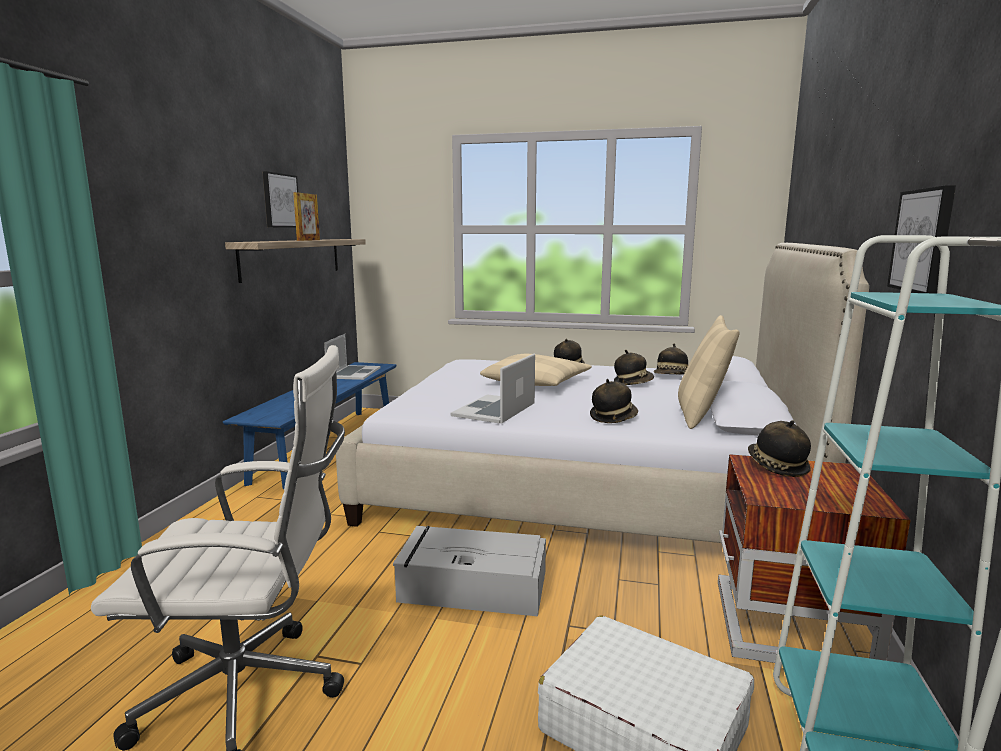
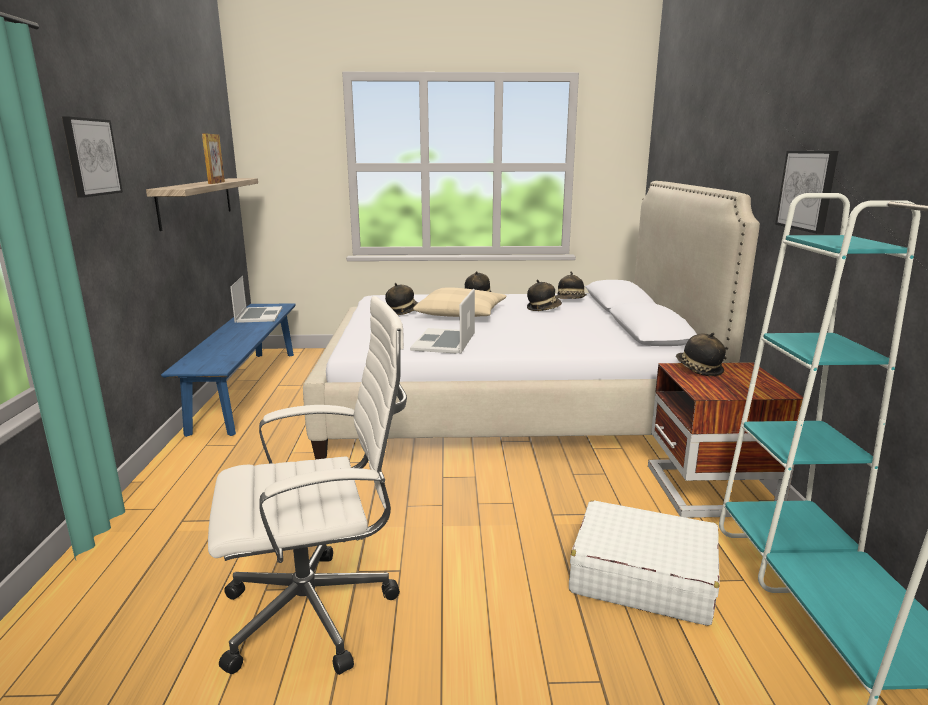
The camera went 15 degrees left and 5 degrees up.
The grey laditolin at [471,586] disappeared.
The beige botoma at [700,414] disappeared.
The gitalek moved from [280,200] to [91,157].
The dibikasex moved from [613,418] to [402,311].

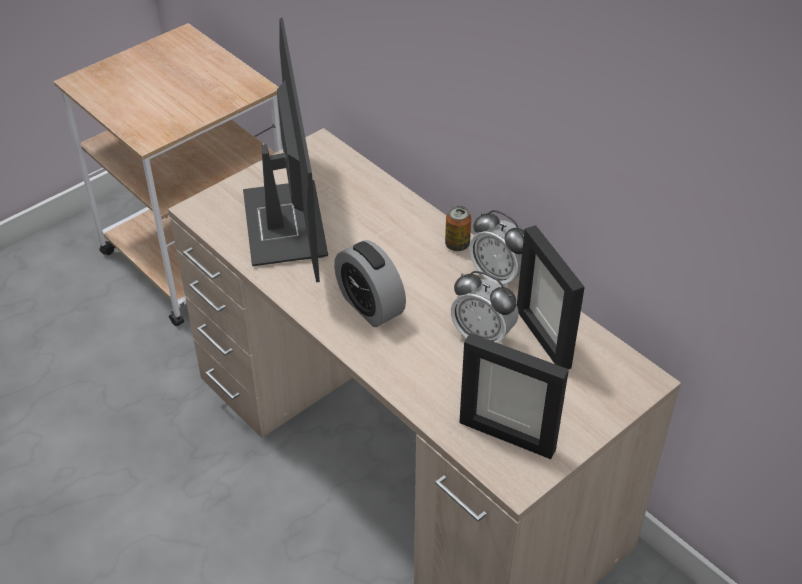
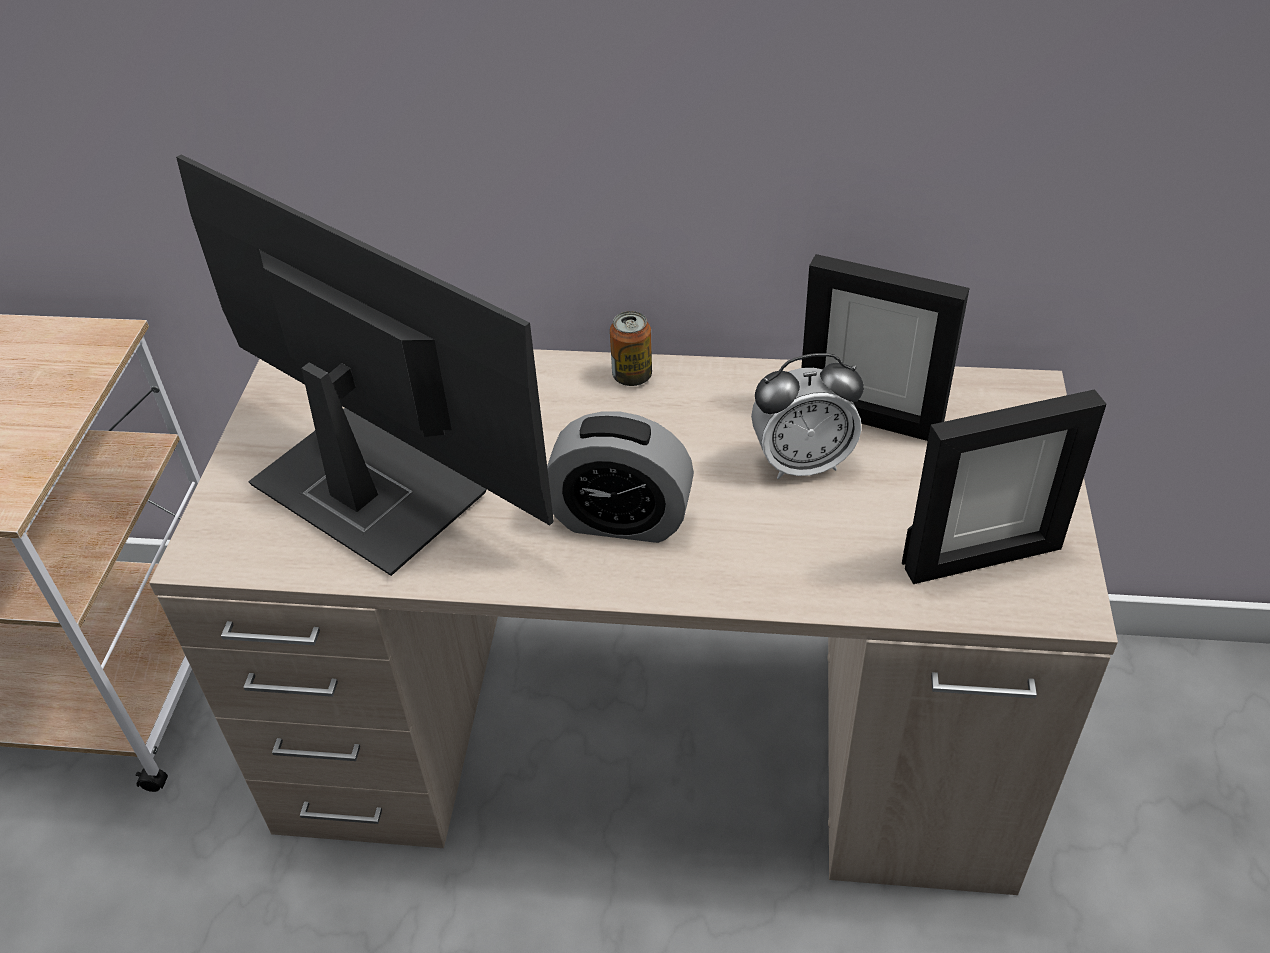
The camera went 40 degrees left and 0 degrees up.
The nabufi at [498,276] disappeared.

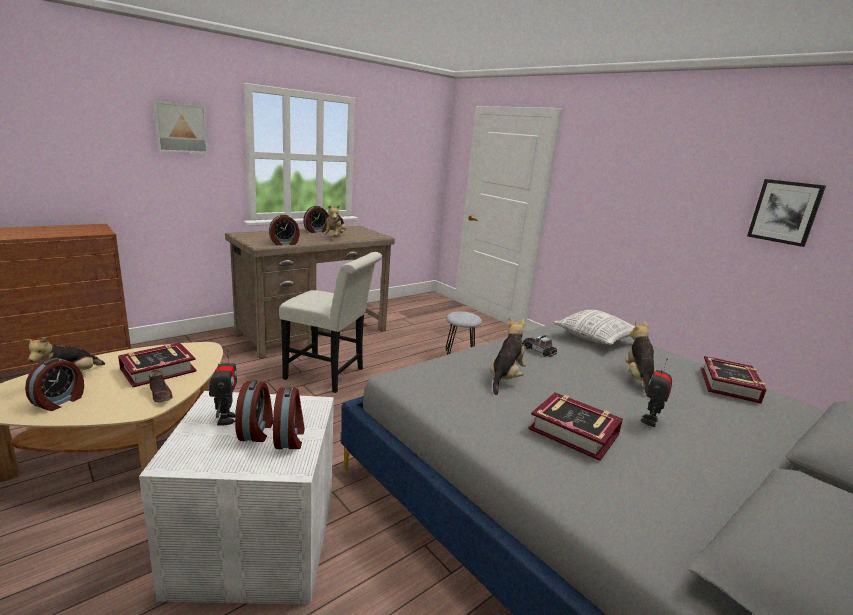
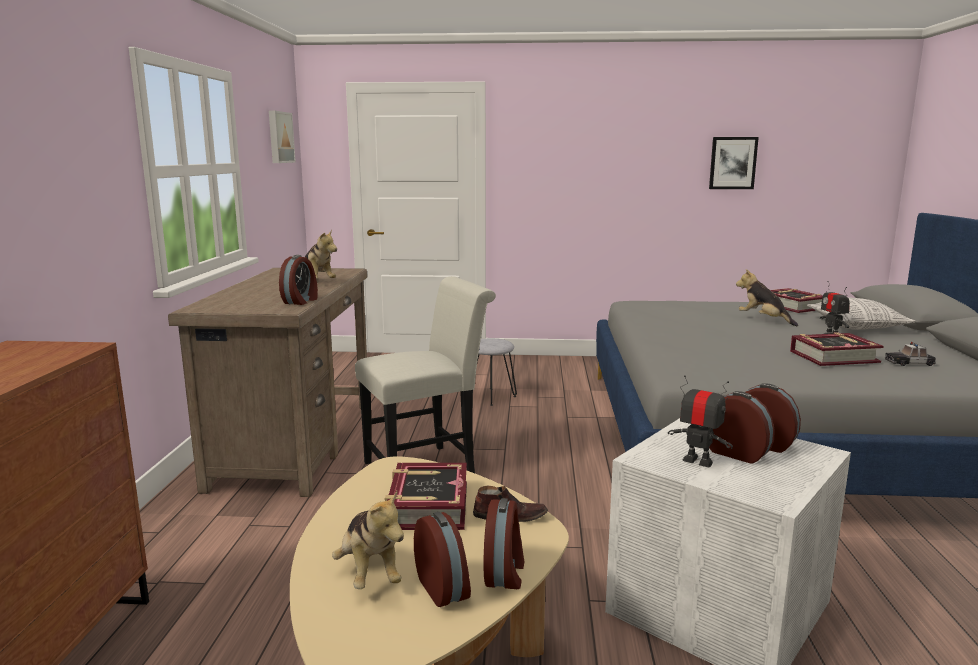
The camera went 45 degrees left and 5 degrees down.
The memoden at [505,378] disappeared.
The gitalek moved from [180,128] to [279,137].
The nabufi moved from [317,231] to [505,573].
The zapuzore moved from [539,350] to [909,362].
The botoma moved from [595,337] to [857,326].

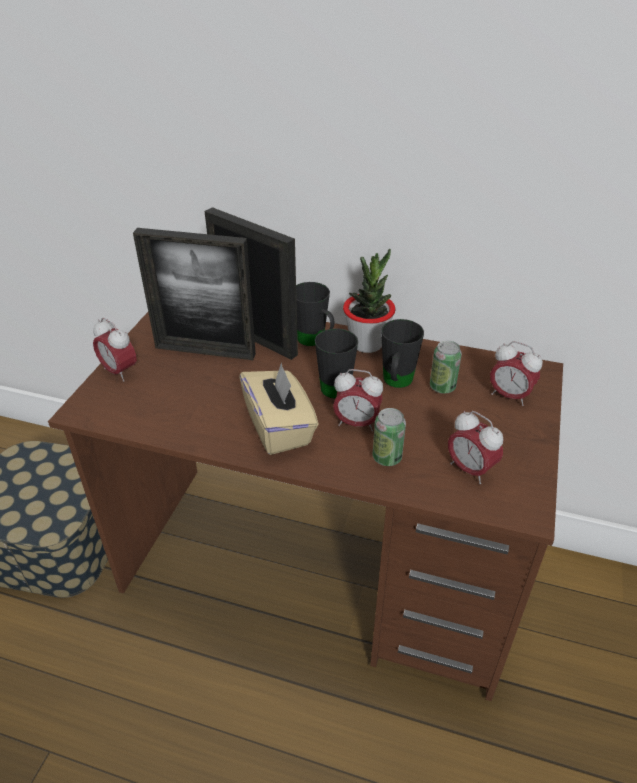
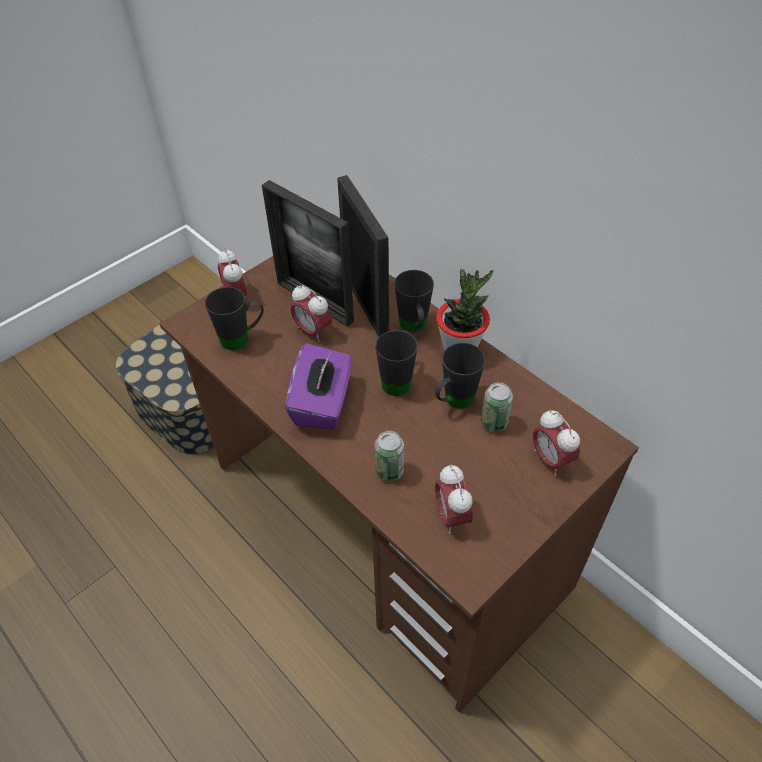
The camera went 30 degrees right and 10 degrees up.
The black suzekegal at [242,338] appeared.
The nabufi moved from [356,423] to [313,331].
The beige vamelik at [279,428] became the purple vamelik at [322,403].

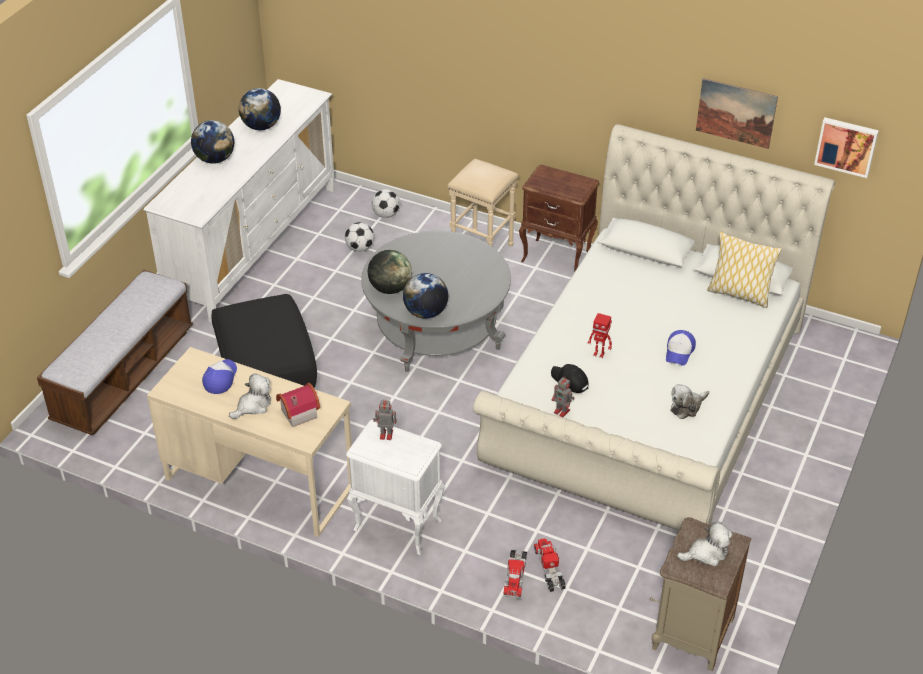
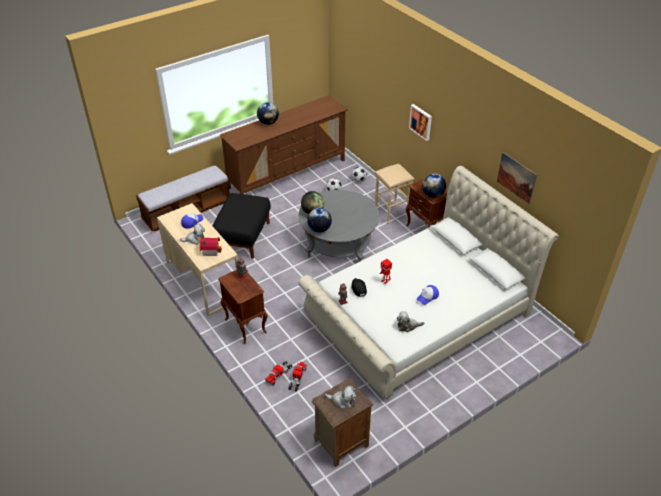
The camera went 30 degrees right and 0 degrees up.
The botoma at [739,294] disappeared.
The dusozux moved from [261,126] to [433,195].
The gitalek moved from [846,146] to [421,122].
The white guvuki at [254,245] became the brown guvuki at [287,173].
The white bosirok at [396,525] became the brown bosirok at [245,326].

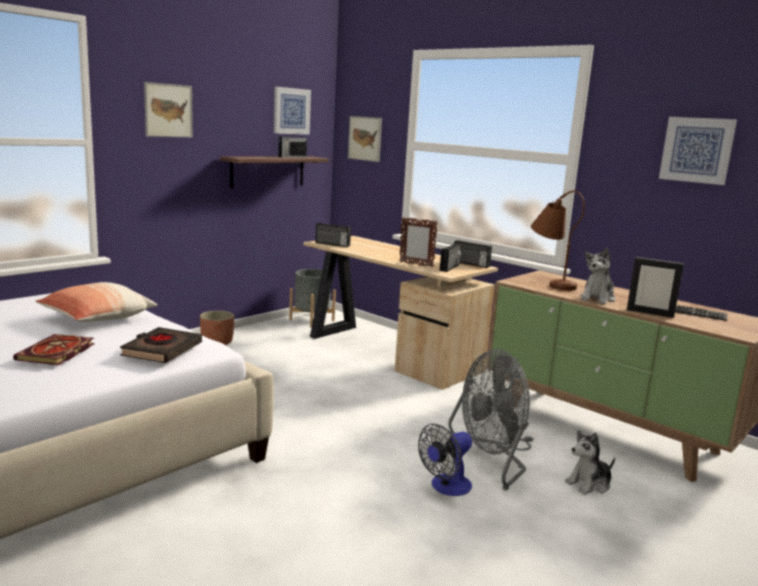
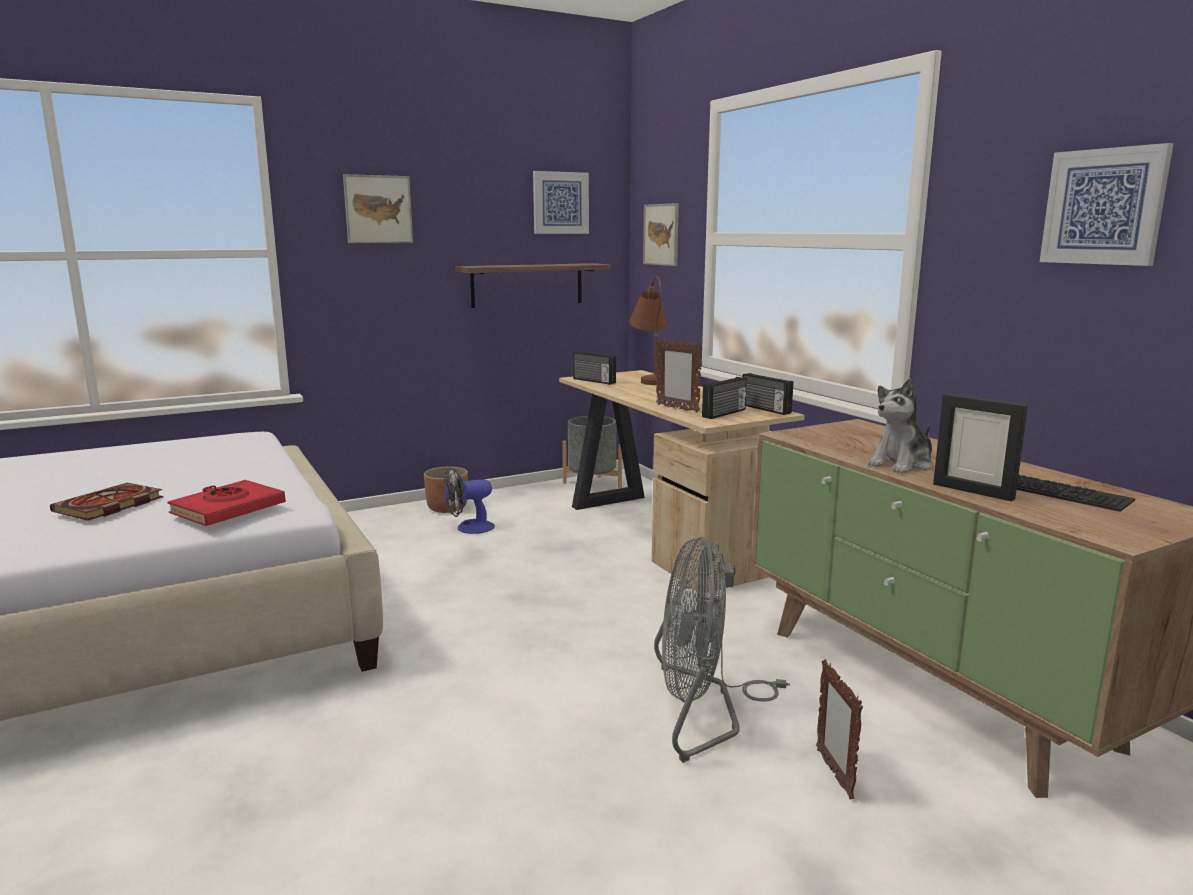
The camera went 20 degrees right and 0 degrees up.
The botoma at [97,318] disappeared.
The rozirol at [292,157] disappeared.
The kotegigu moved from [446,487] to [469,528].
The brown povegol moved from [550,282] to [651,379].
The memoden at [589,484] was replaced by the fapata at [834,773].
The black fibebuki at [162,350] became the red fibebuki at [228,509].

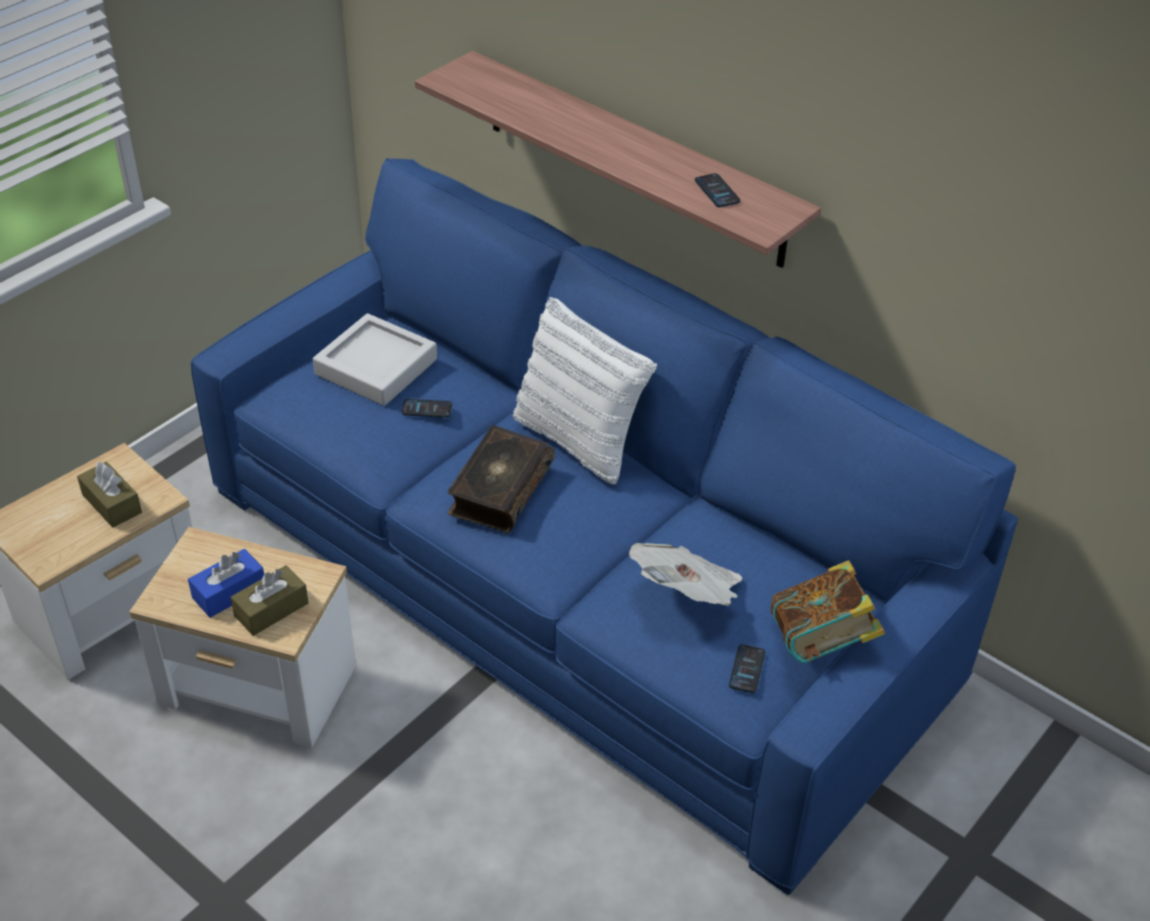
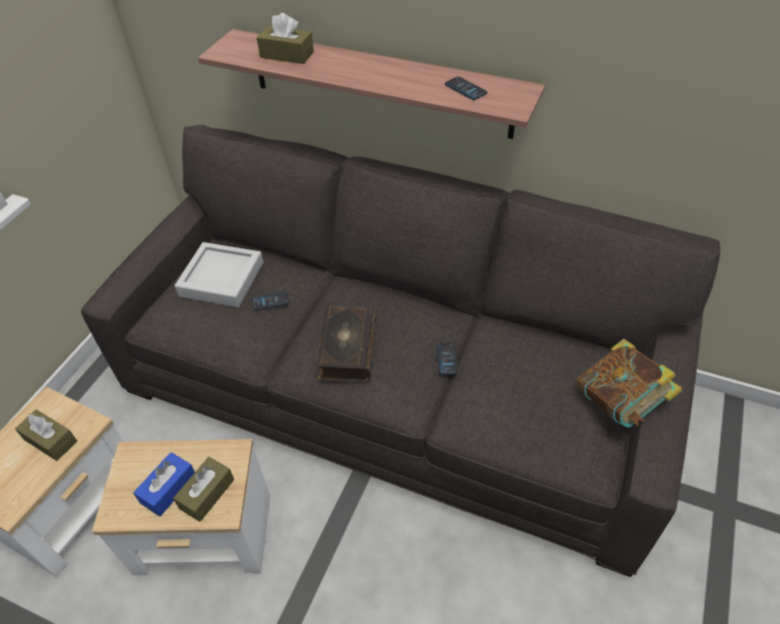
The camera went 15 degrees left and 5 degrees up.
The white botoma at [579,443] disappeared.
The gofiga at [687,593] disappeared.
The brown vamelik at [287,55] appeared.
The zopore moved from [747,669] to [446,359].
The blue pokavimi at [574,582] became the grey pokavimi at [394,387].

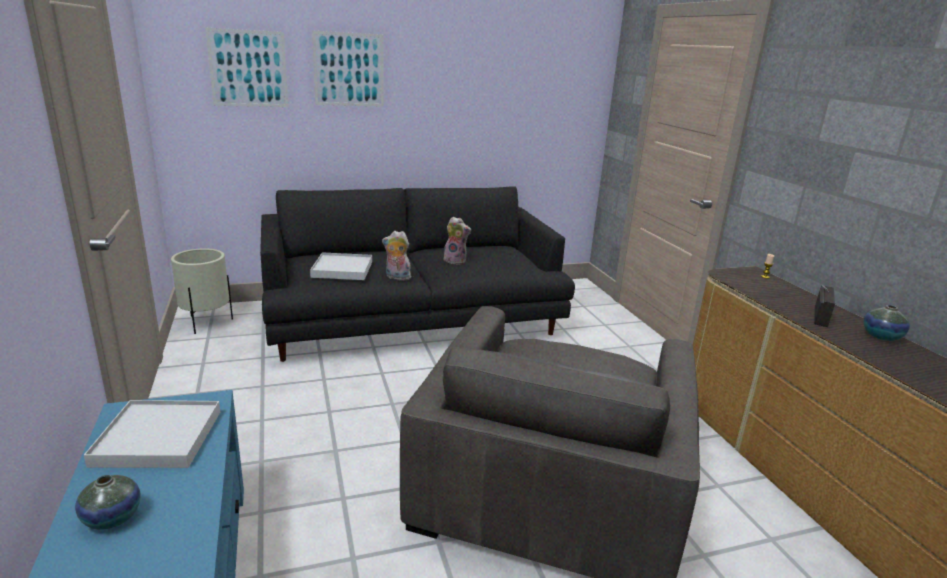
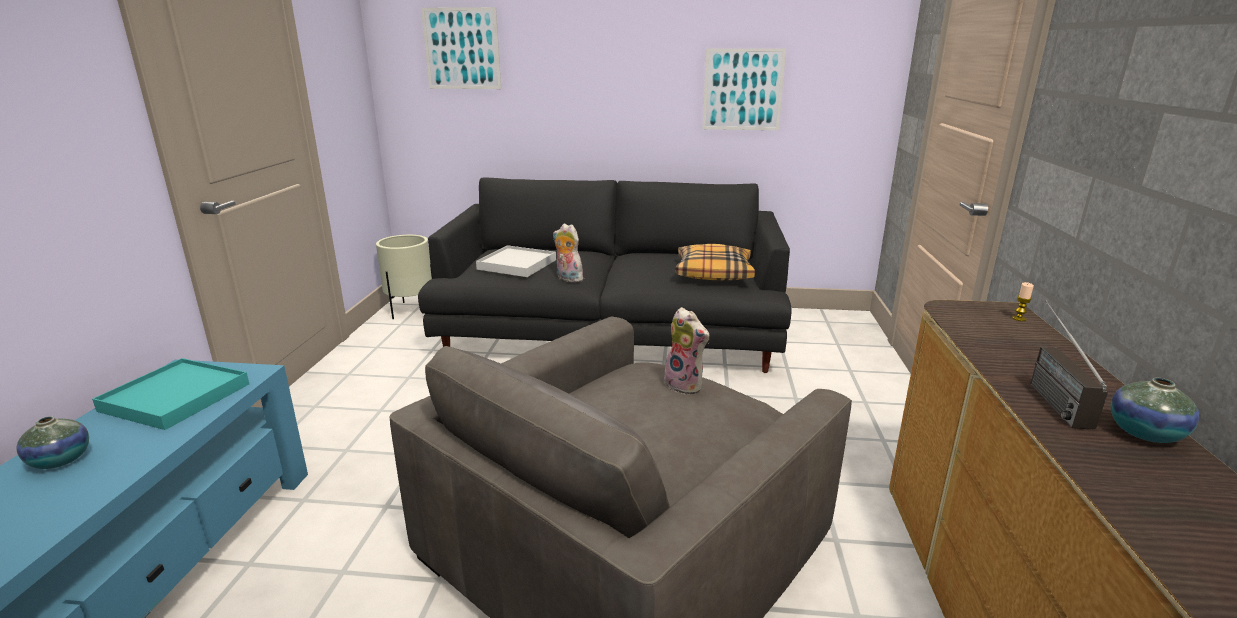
The camera went 25 degrees right and 0 degrees up.
The botoma at [713,273] appeared.
The gitalek moved from [349,69] to [743,89].
The memoden moved from [456,261] to [686,385].
The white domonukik at [159,437] became the turquoise domonukik at [176,397].
The rozirol at [822,322] turned 135 degrees clockwise.

